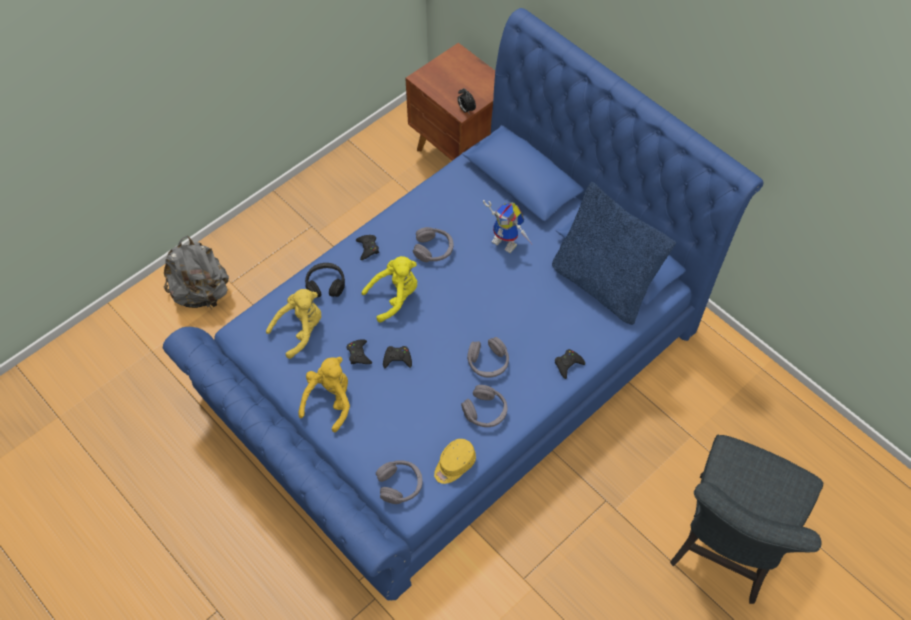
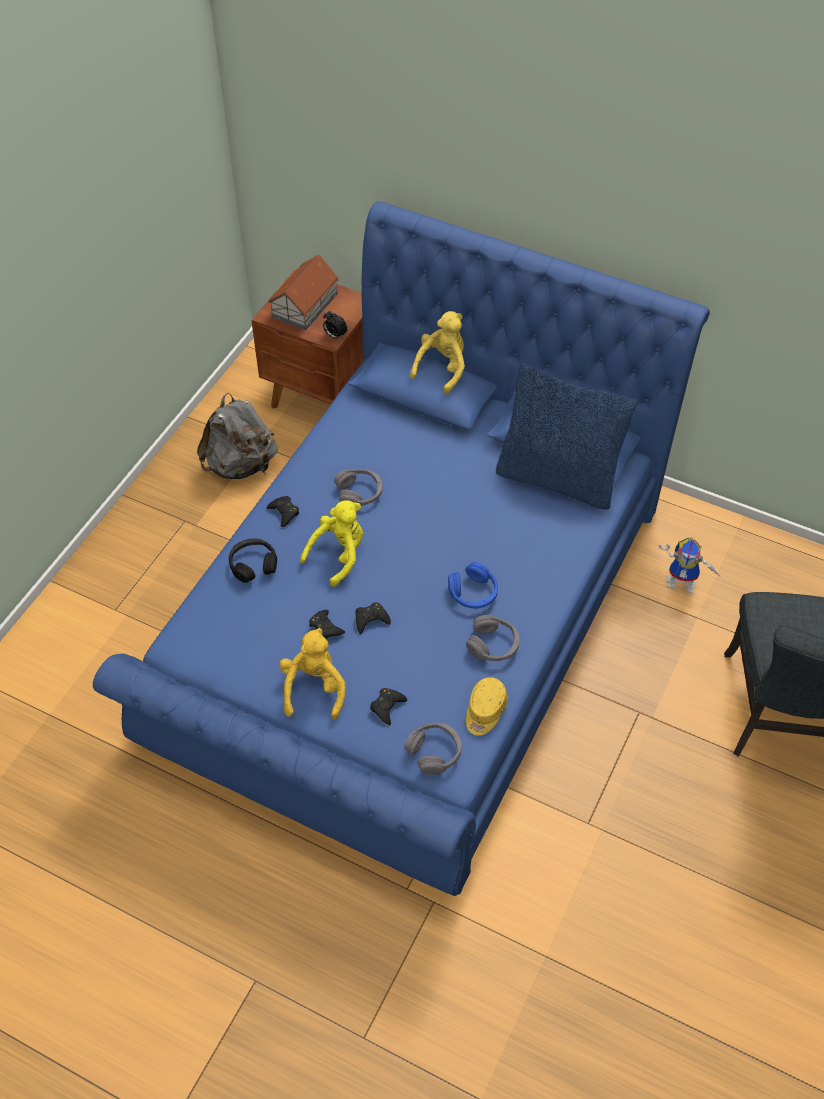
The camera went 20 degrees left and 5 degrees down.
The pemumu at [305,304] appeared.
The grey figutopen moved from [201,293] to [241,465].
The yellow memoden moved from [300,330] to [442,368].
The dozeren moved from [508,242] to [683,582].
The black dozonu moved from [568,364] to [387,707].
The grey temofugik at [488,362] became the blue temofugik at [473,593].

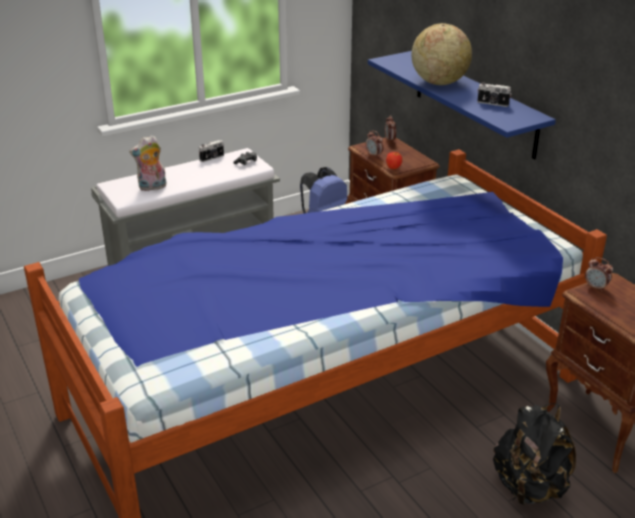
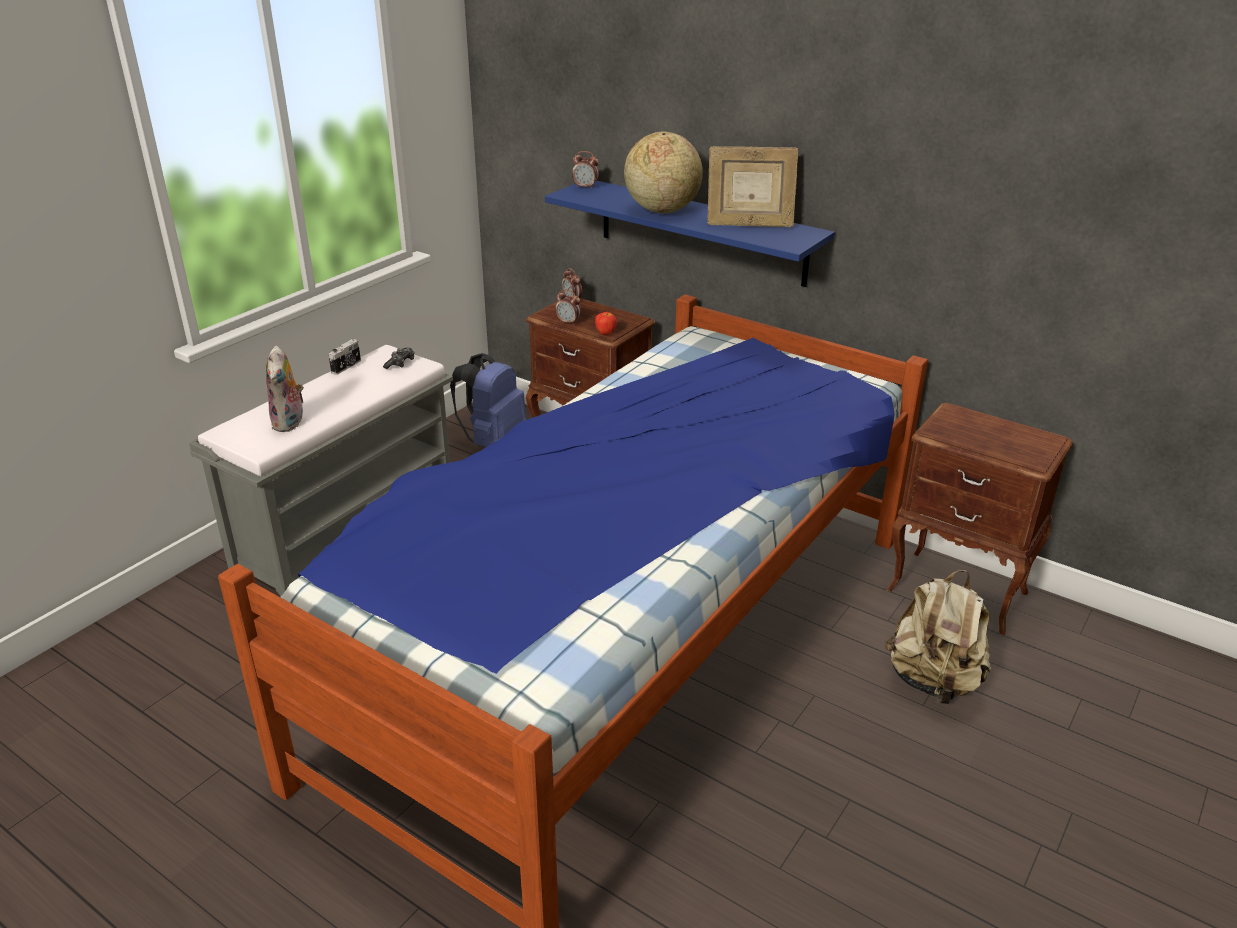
The camera went 25 degrees left and 0 degrees up.
The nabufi moved from [596,287] to [585,187].
The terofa at [492,104] was replaced by the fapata at [749,225].
The black figutopen at [529,487] became the beige figutopen at [933,681].
The memoden at [152,187] turned 45 degrees counterclockwise.

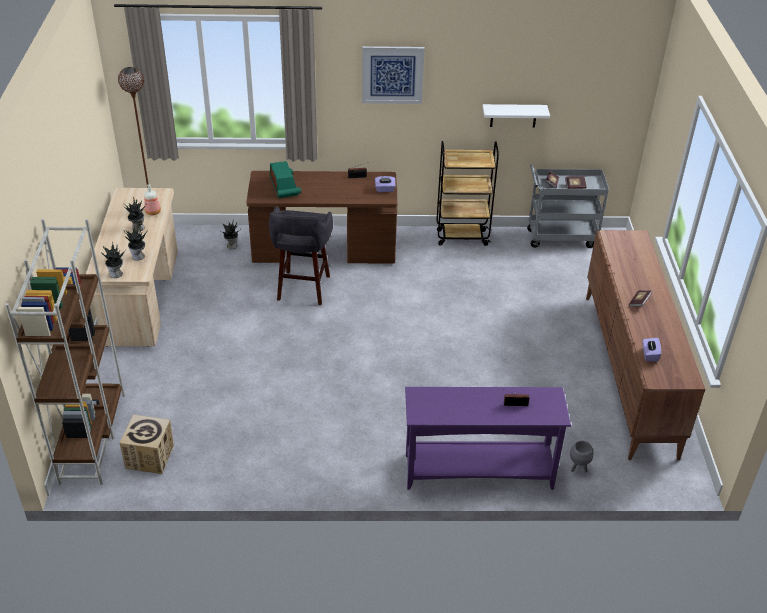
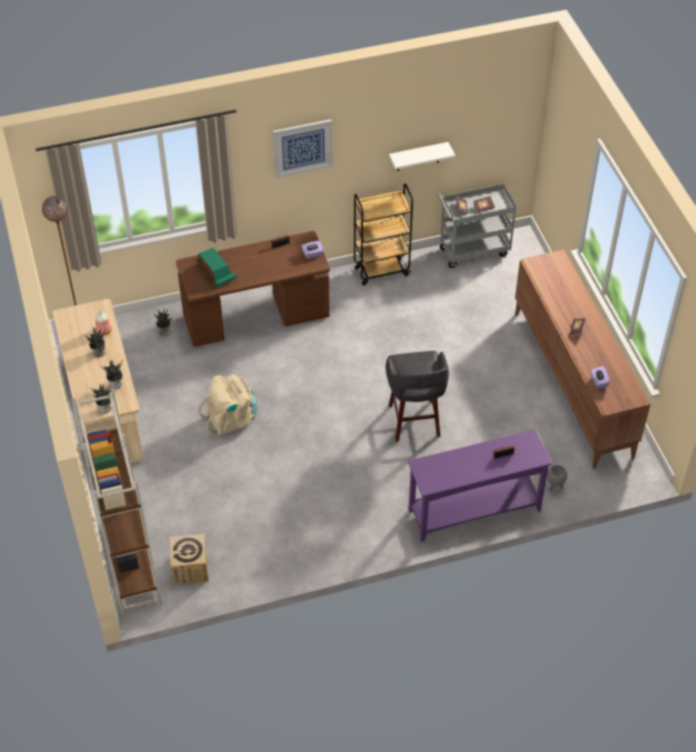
The camera went 15 degrees left and 10 degrees up.
The beige figutopen at [231,419] appeared.
The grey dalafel moved from [302,290] to [414,423].

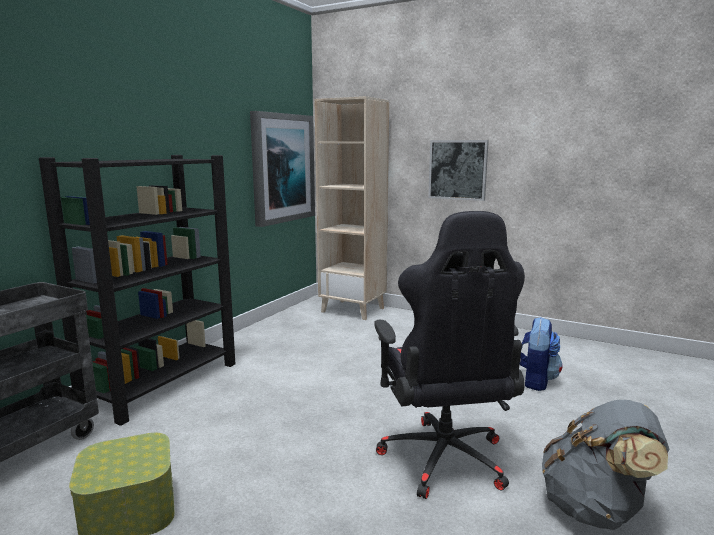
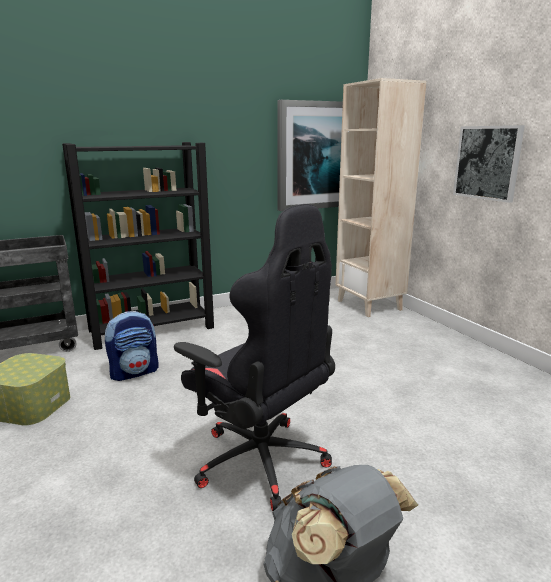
The camera went 35 degrees right and 5 degrees up.
The figutopen moved from [535,380] to [134,372].
The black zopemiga at [443,457] turned 75 degrees counterclockwise.

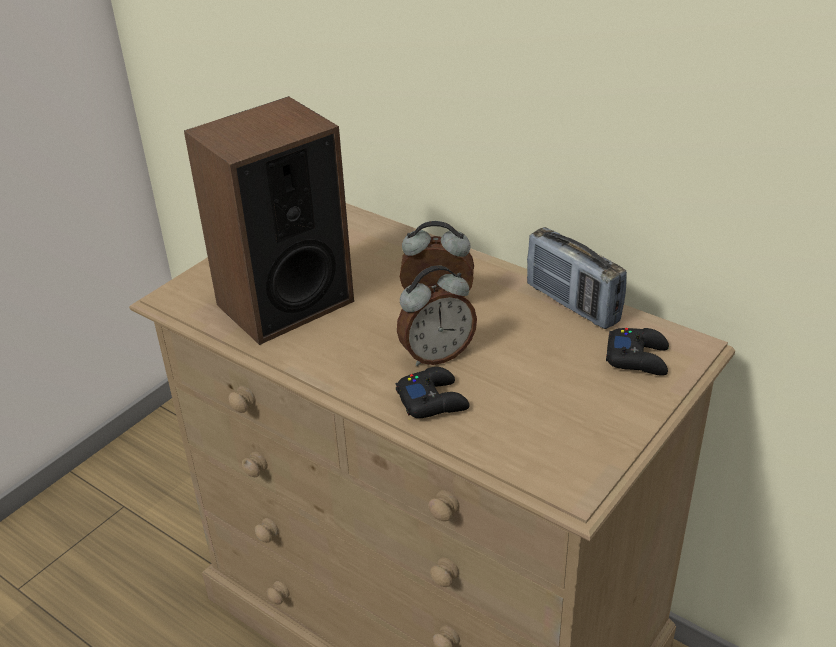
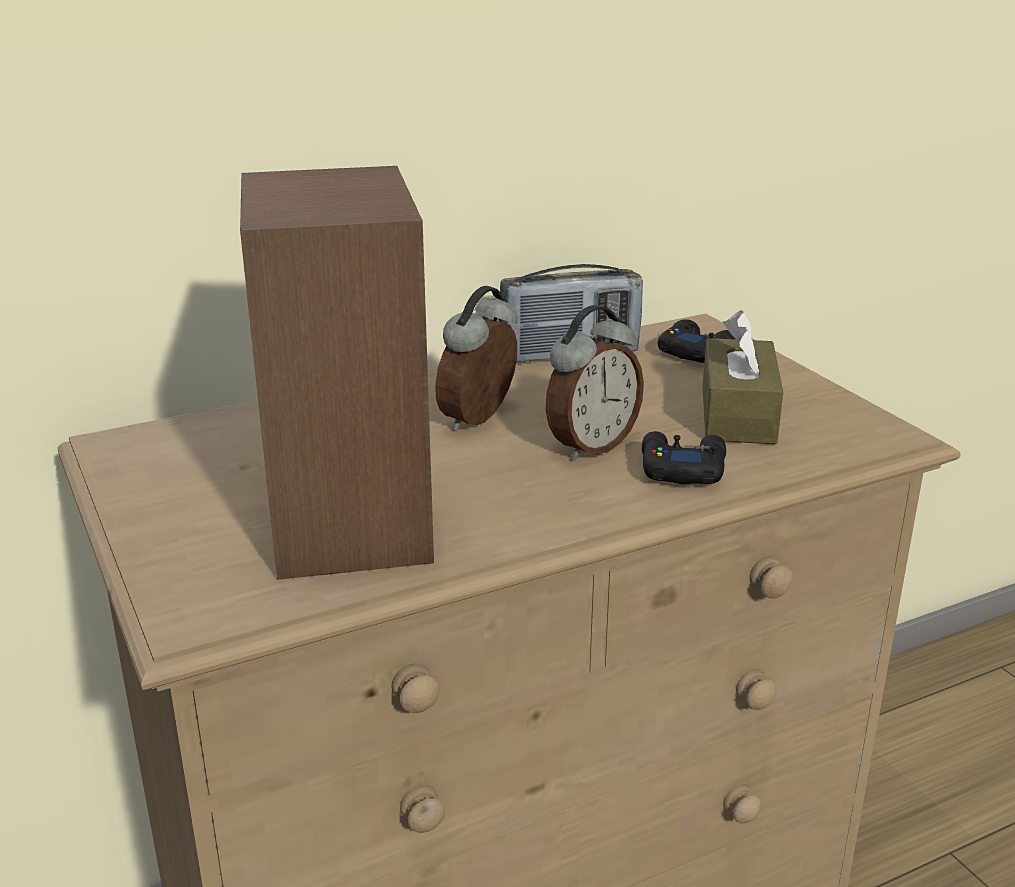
The camera went 65 degrees left and 10 degrees down.
The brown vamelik at [738,414] appeared.
The nabufi at [436,355] turned 45 degrees clockwise.

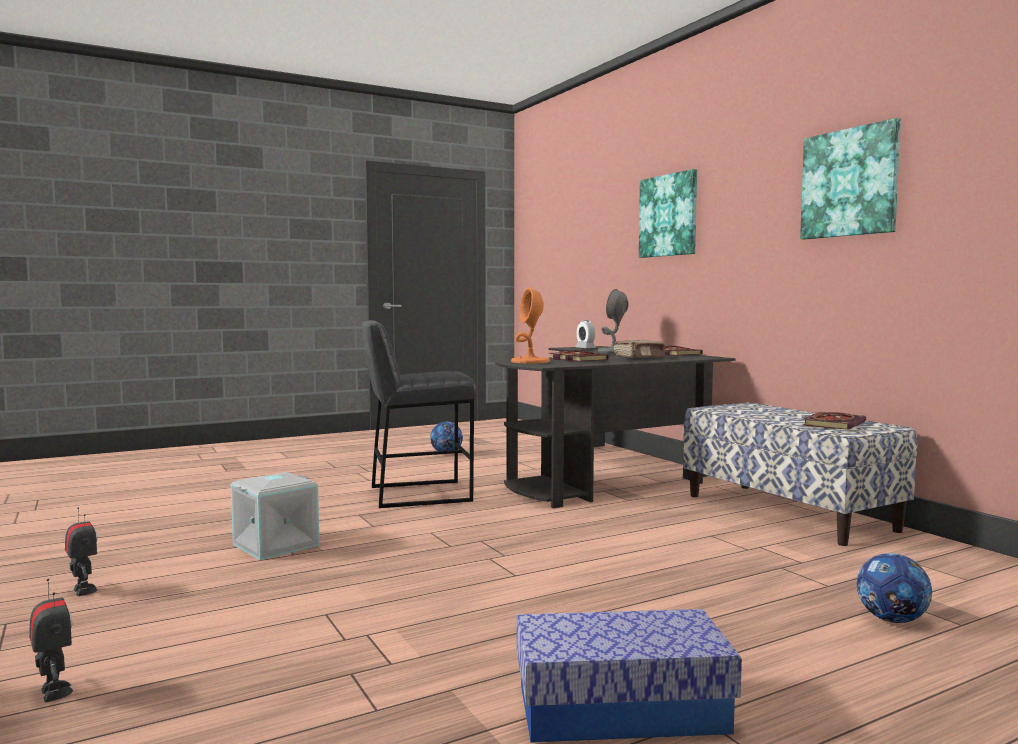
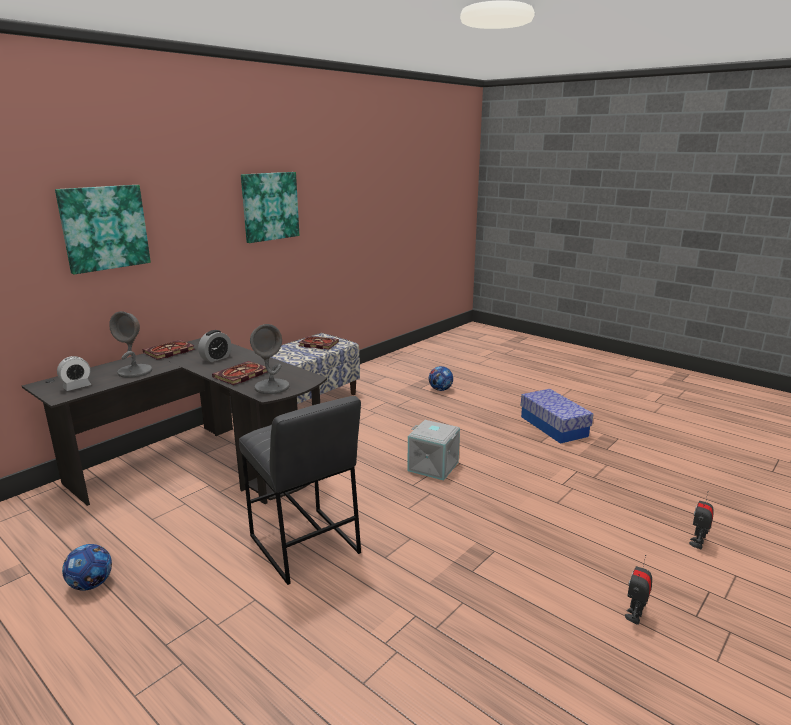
The camera went 110 degrees left and 15 degrees up.
The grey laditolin moved from [276,545] to [434,466].
The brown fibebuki at [640,357] was replaced by the nabufi at [216,358].
The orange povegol at [530,361] became the grey povegol at [272,387].

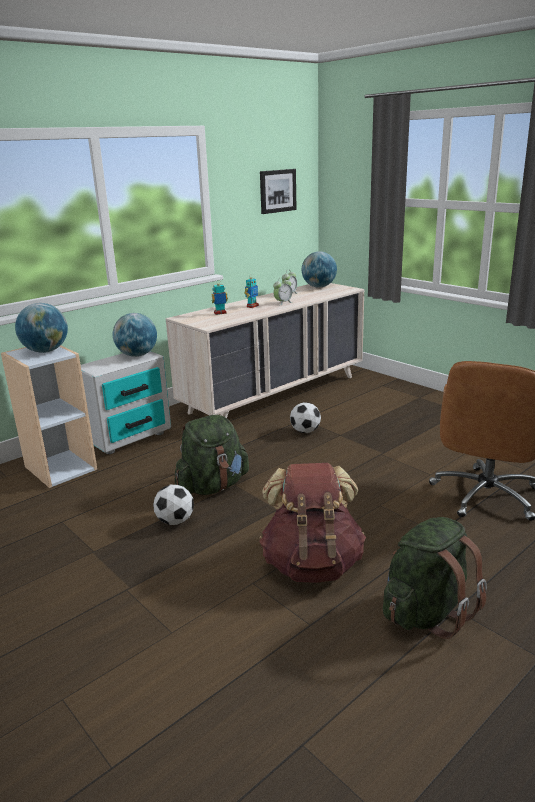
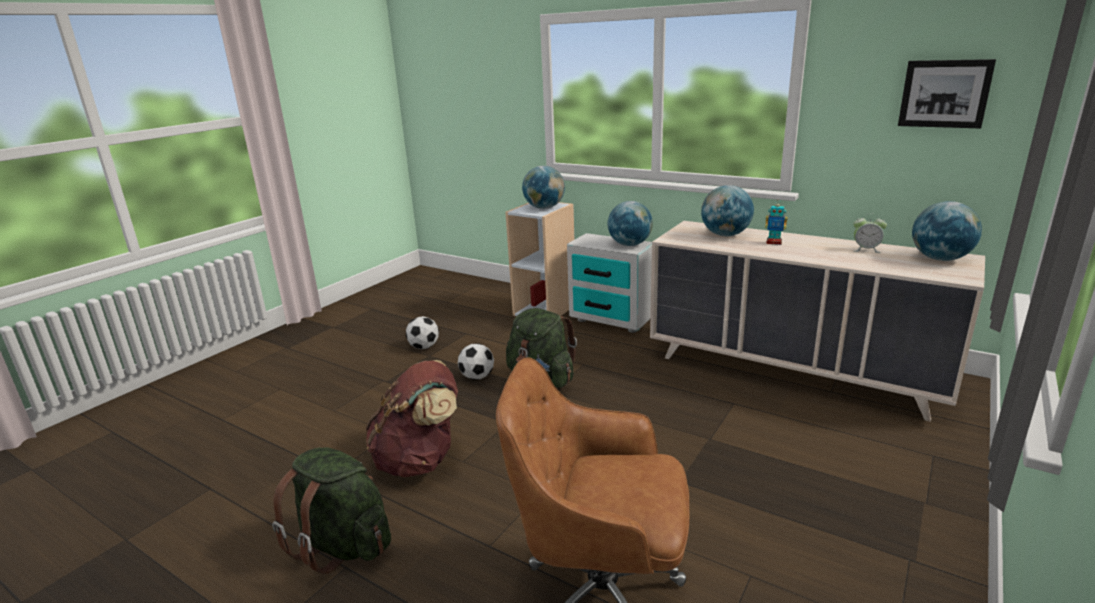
The camera went 75 degrees right and 0 degrees up.
The nabufi at [283,303] disappeared.
The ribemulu moved from [305,431] to [424,347].
The dozeren at [220,313] was replaced by the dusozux at [725,235].

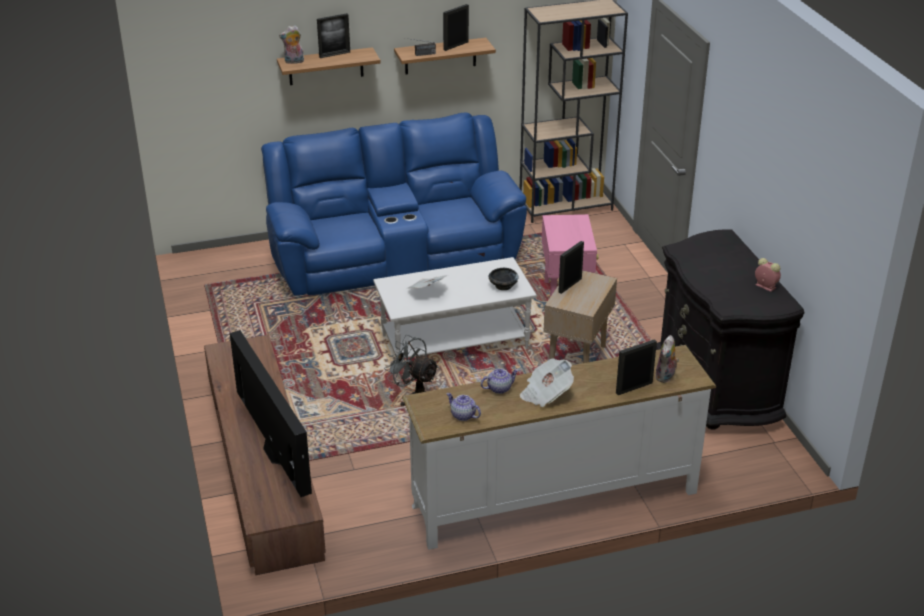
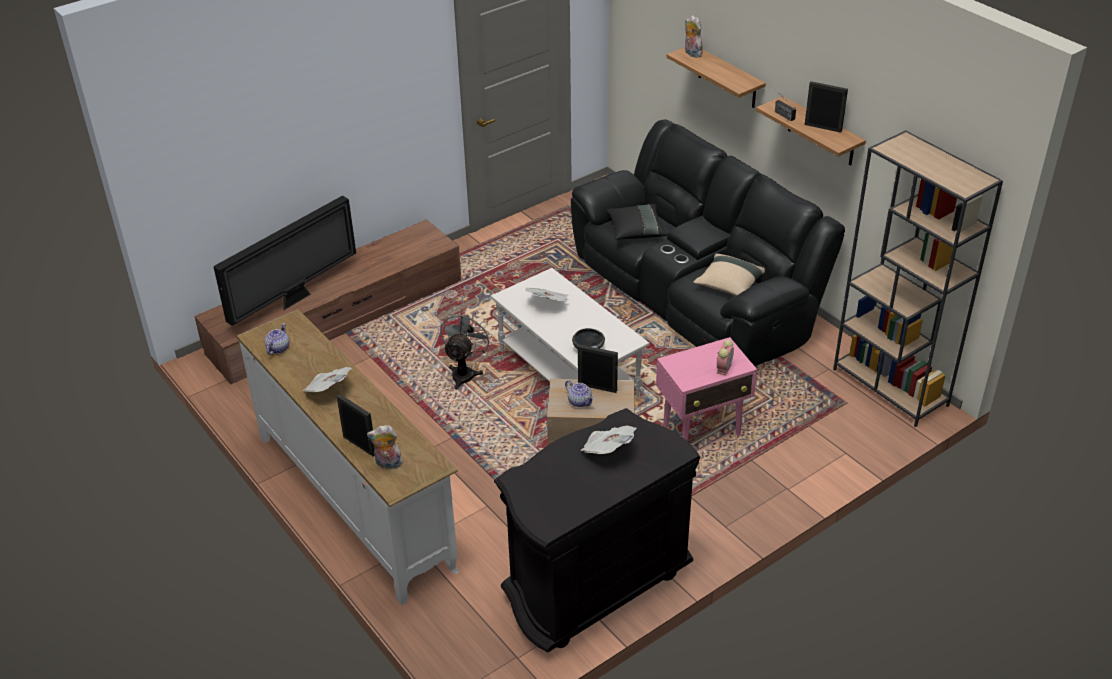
The camera went 70 degrees right and 5 degrees up.
The fapata at [334,54] disappeared.
The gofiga at [607,450] appeared.
The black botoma at [636,231] appeared.
The beige botoma at [729,285] appeared.
The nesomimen moved from [499,388] to [580,402].
The nabufi moved from [764,286] to [724,368].
The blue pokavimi at [394,254] became the black pokavimi at [696,293].

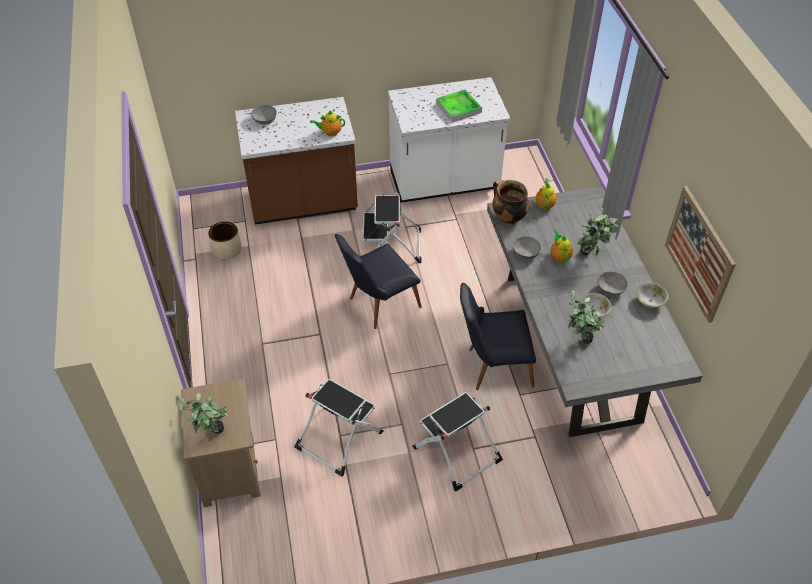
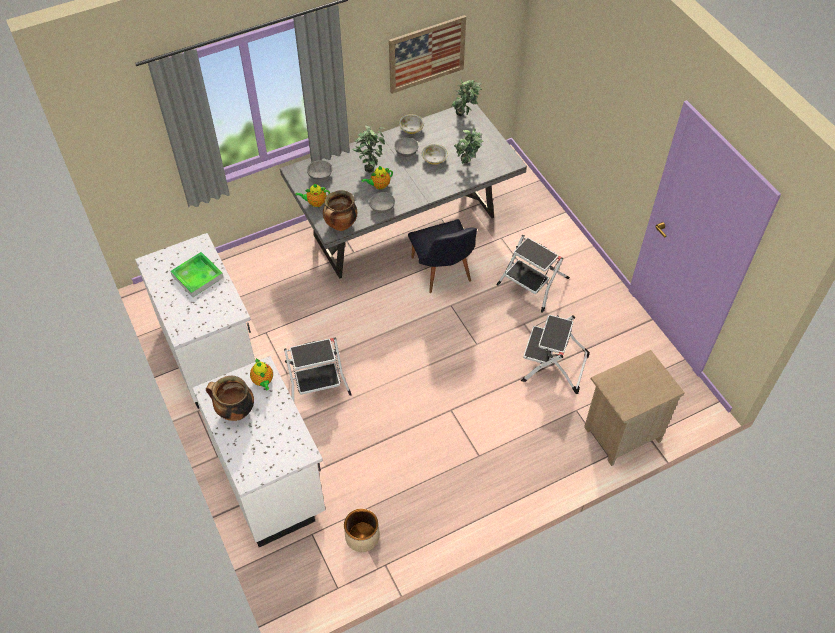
The camera went 105 degrees left and 5 degrees up.
The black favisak at [378,304] disappeared.
The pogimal at [235,412] appeared.
The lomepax moved from [212,435] to [465,115].
The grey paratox moved from [265,120] to [320,175].
The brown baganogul at [303,204] became the white baganogul at [271,481].

